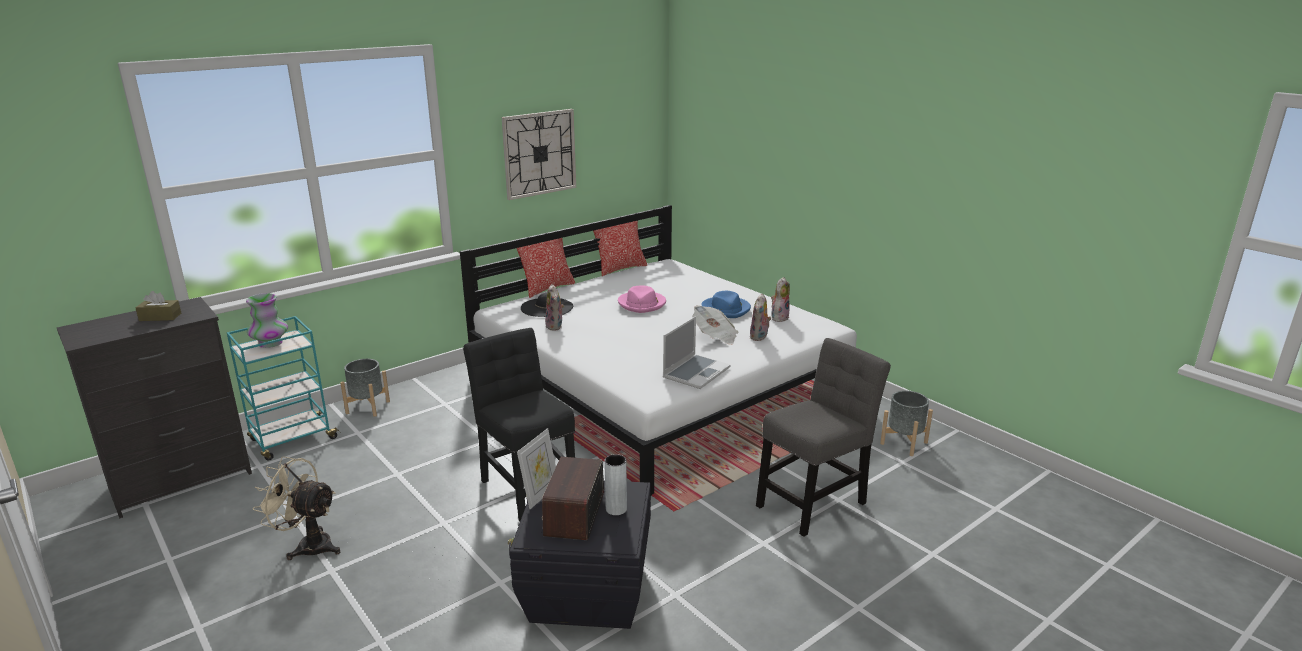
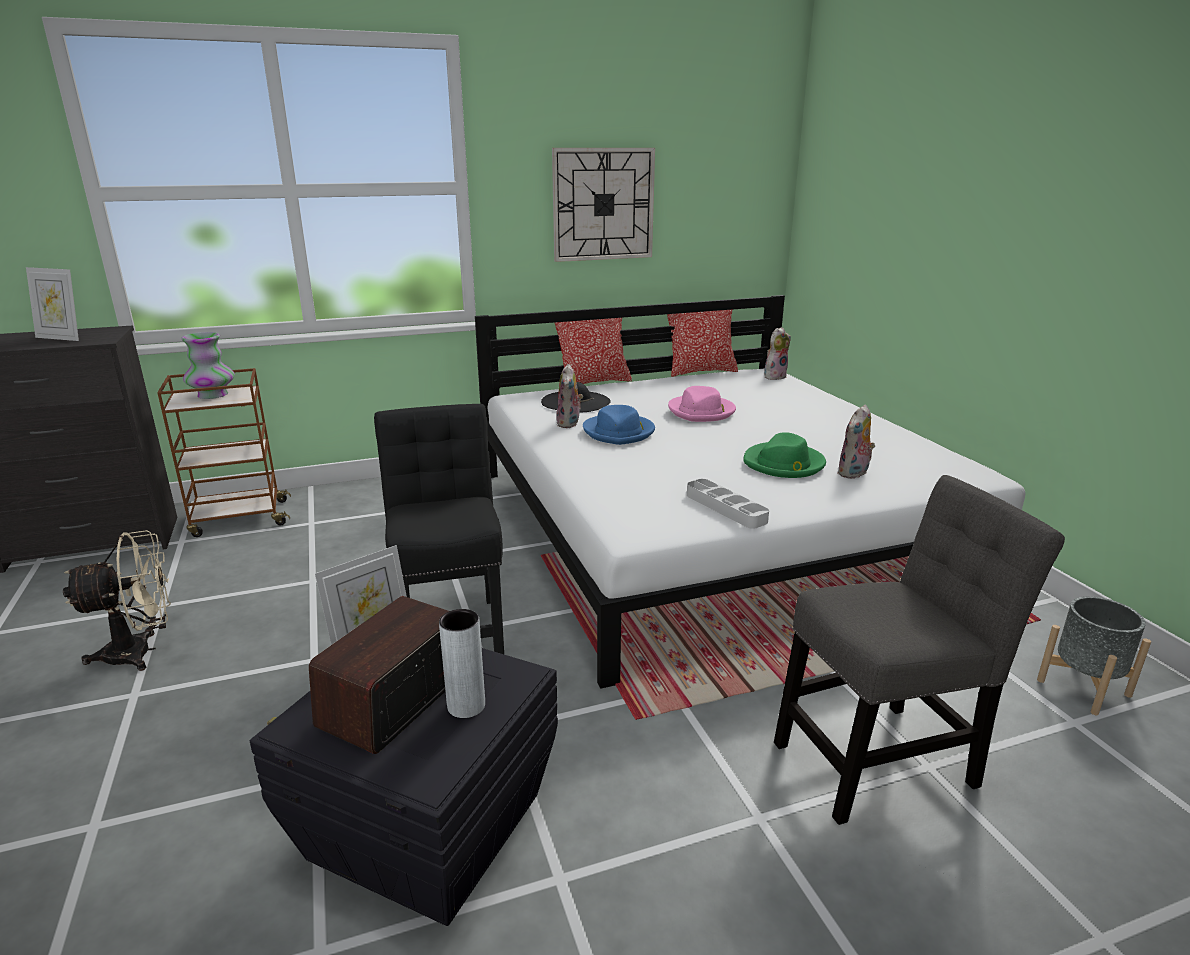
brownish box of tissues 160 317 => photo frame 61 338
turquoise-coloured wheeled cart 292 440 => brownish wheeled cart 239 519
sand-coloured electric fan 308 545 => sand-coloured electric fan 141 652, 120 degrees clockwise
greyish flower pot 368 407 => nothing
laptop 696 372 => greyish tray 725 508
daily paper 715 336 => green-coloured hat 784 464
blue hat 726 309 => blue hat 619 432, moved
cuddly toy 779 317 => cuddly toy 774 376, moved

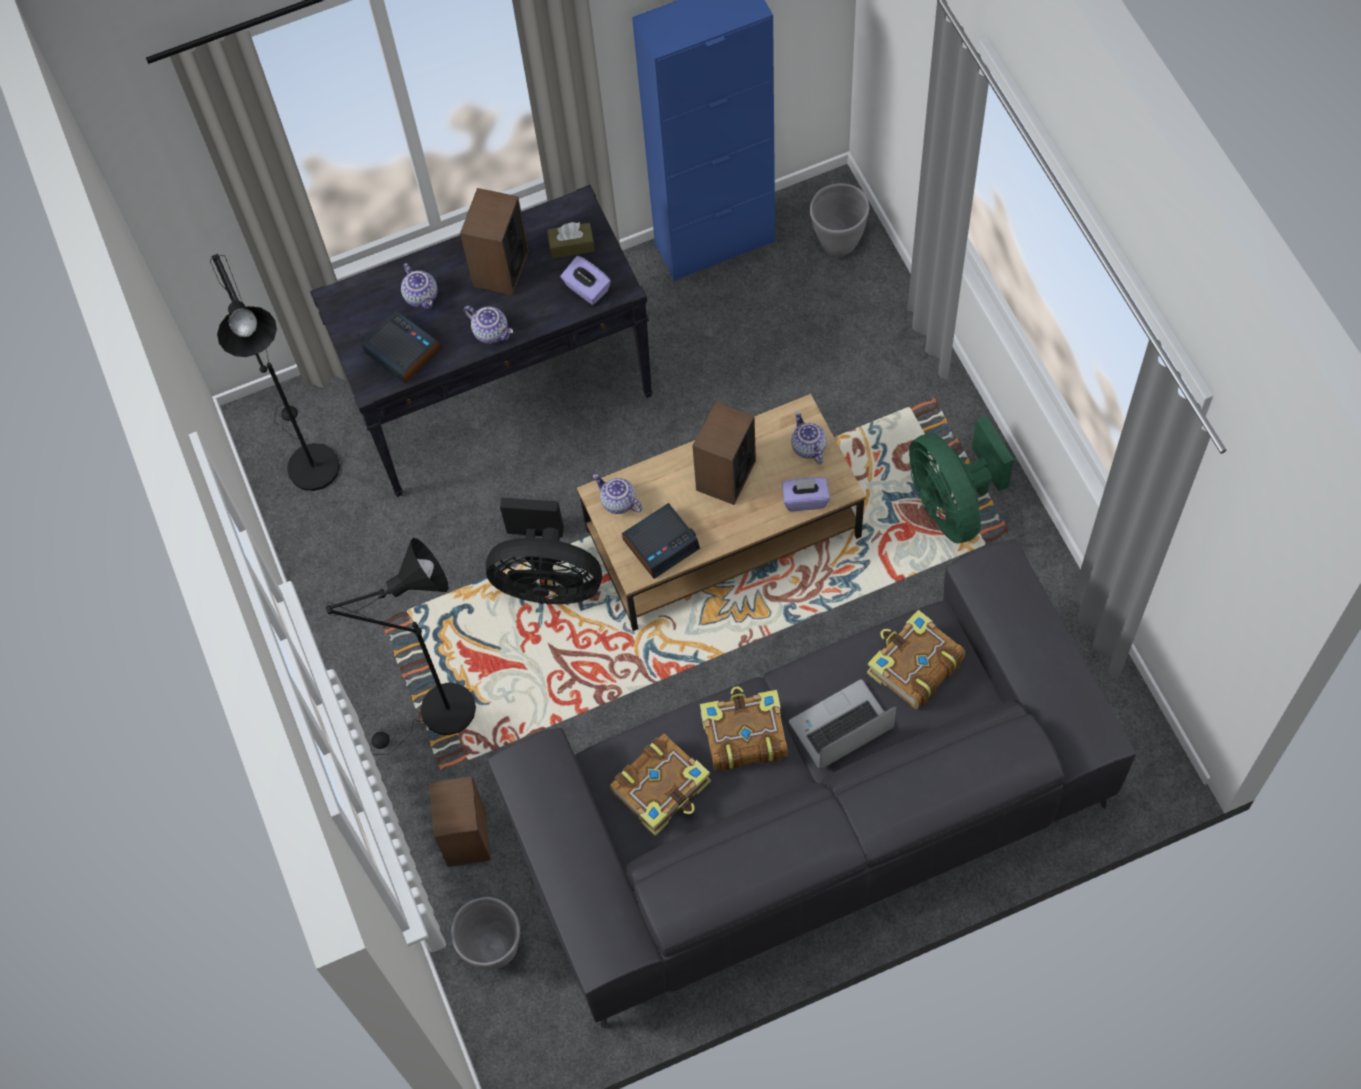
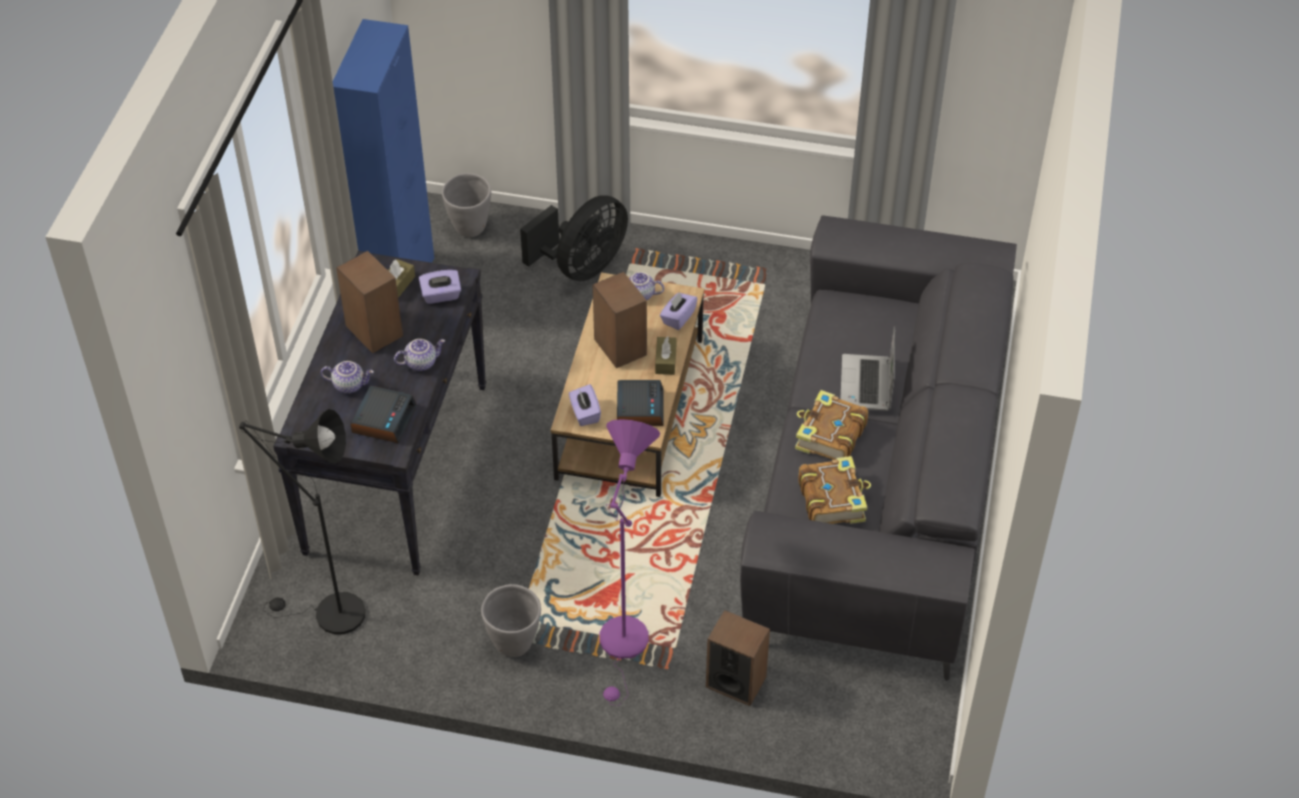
blackish standing lamp 438 716 => purple-coloured standing lamp 624 647
bedside clock 402 351 => bedside clock 383 419, 120 degrees clockwise
greyish flower pot 494 950 => greyish flower pot 514 644, moved
blackish electric fan 547 581 => blackish electric fan 582 267, moved
tea pot 618 502 => purple-coloured box of tissues 584 413
volume 913 666 => nothing
green-coloured electric fan 951 504 => nothing
nothing => brownish box of tissues 665 361

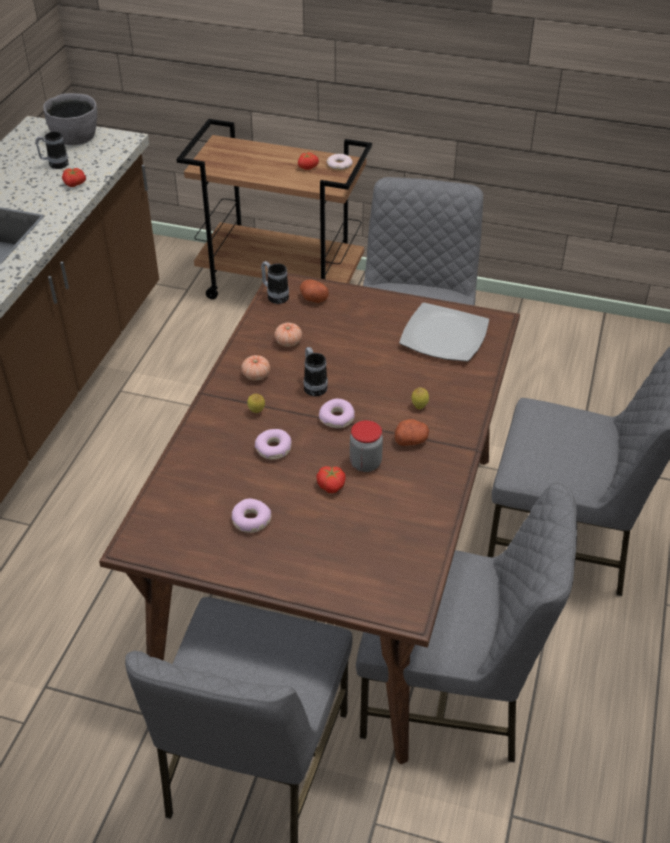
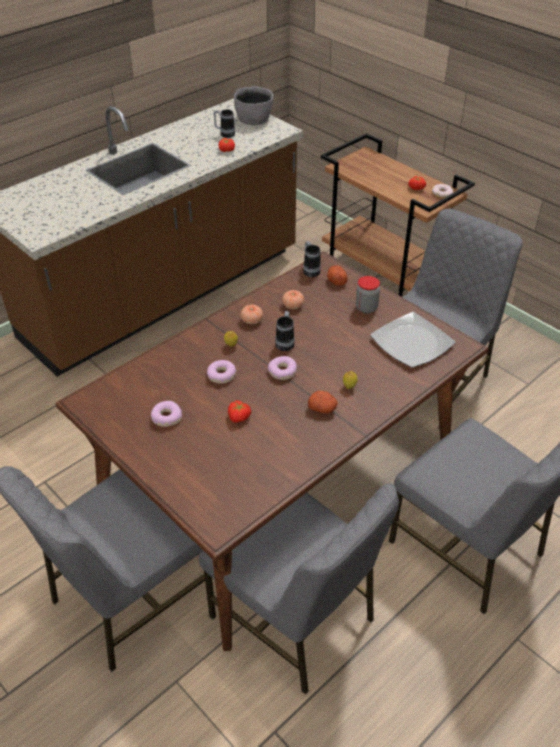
storage jar 365 463 => storage jar 366 308, moved

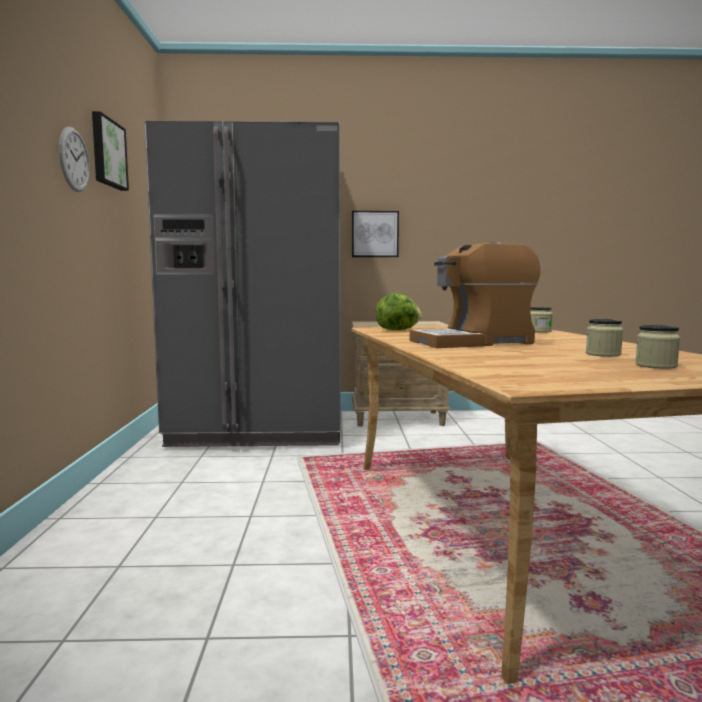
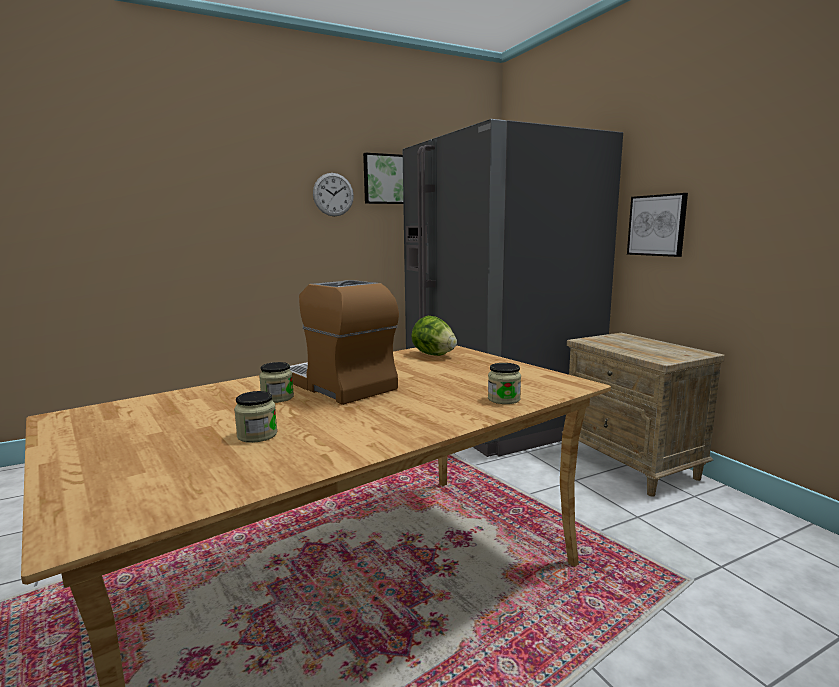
storage jar 656 366 => storage jar 277 398, moved

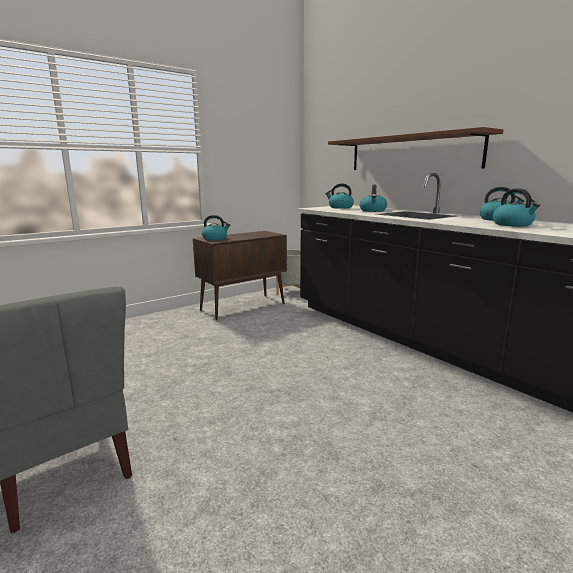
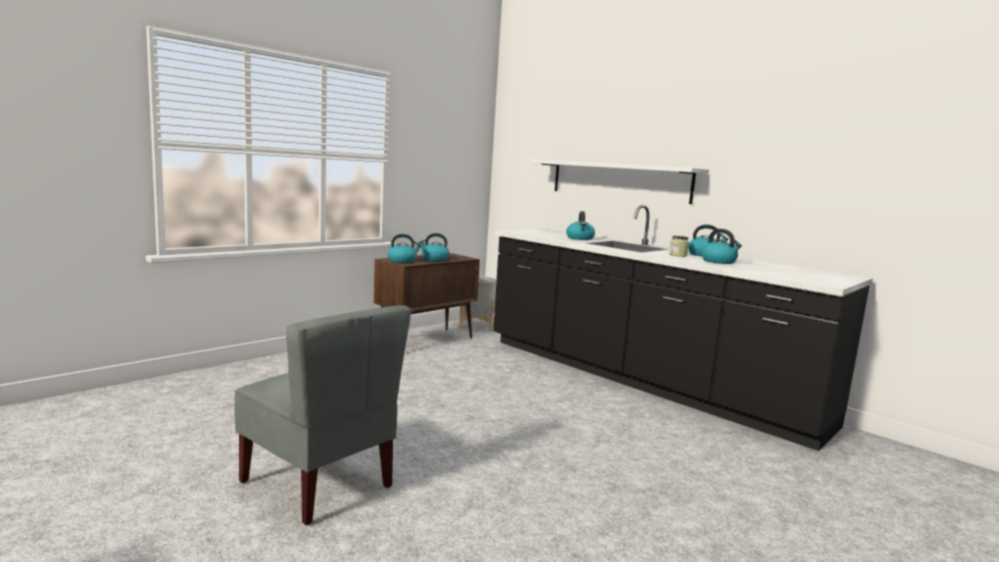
tea kettle 340 207 => tea kettle 434 259, moved
brownish wall shelf 411 153 => white wall shelf 619 181
nothing => storage jar 678 255

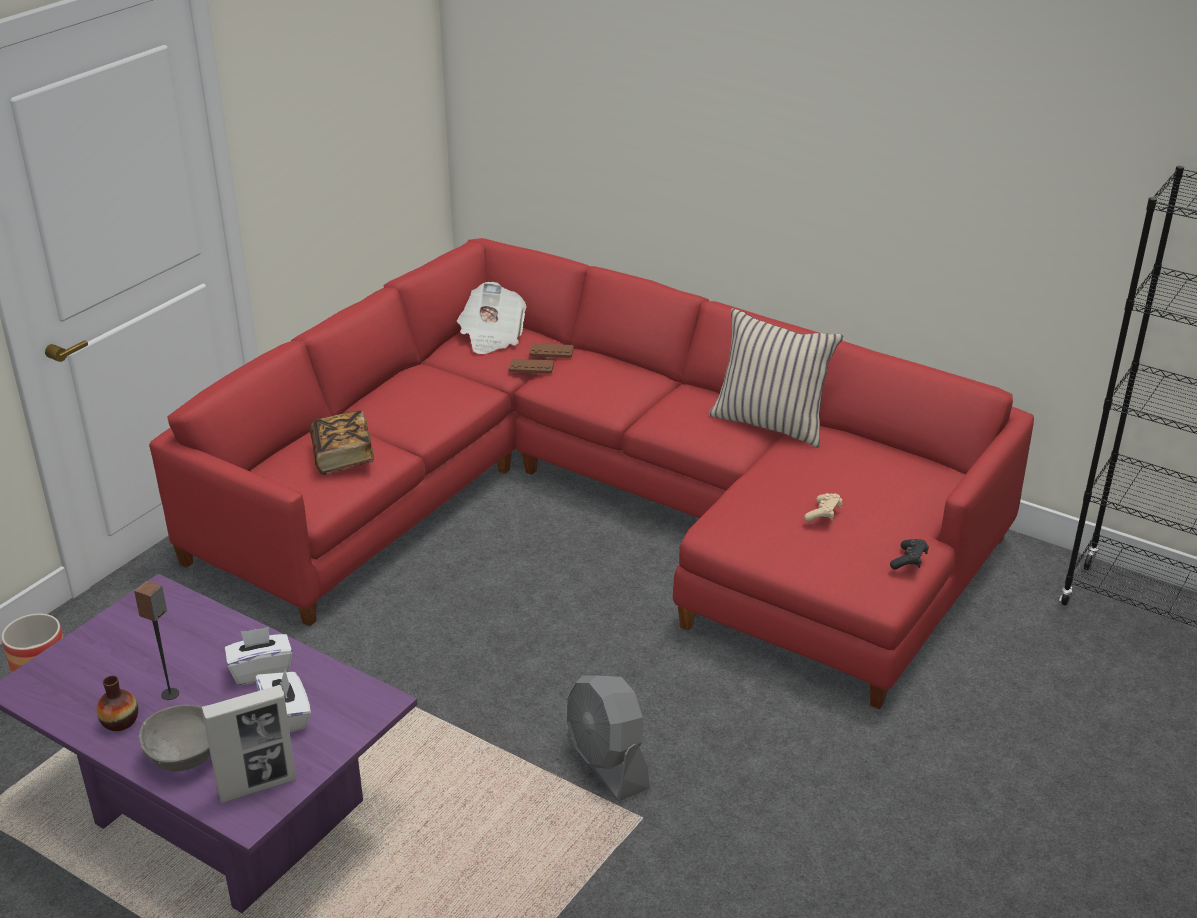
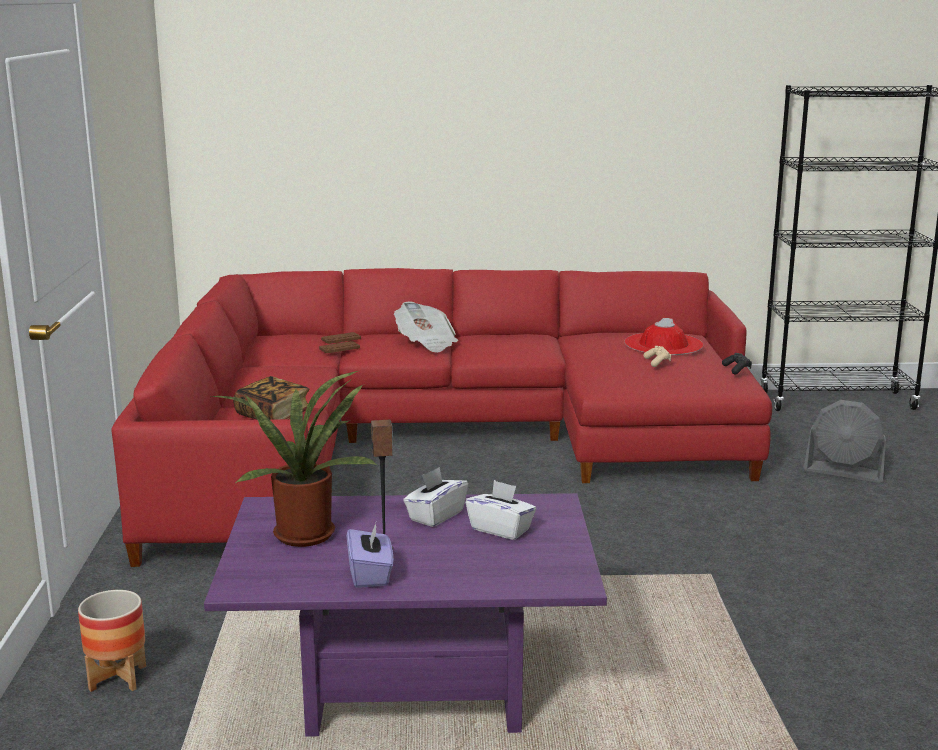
flower vase 120 721 => purple-coloured box of tissues 370 575
greyish deep dish 184 757 => nothing
photo frame 257 786 => nothing
daily paper 491 336 => daily paper 426 344, moved
greyish electric fan 607 763 => greyish electric fan 844 472, moved
sand-coloured throw pillow 771 423 => nothing
nothing => plant in a pot 305 532
nothing => red-coloured hat 663 344

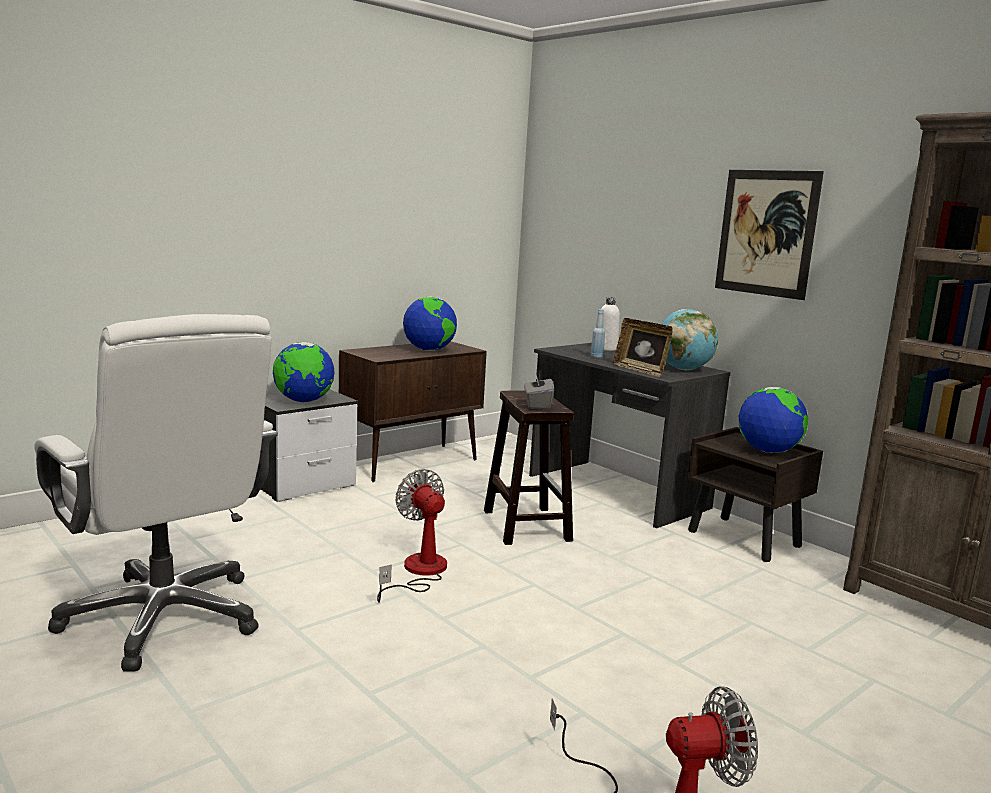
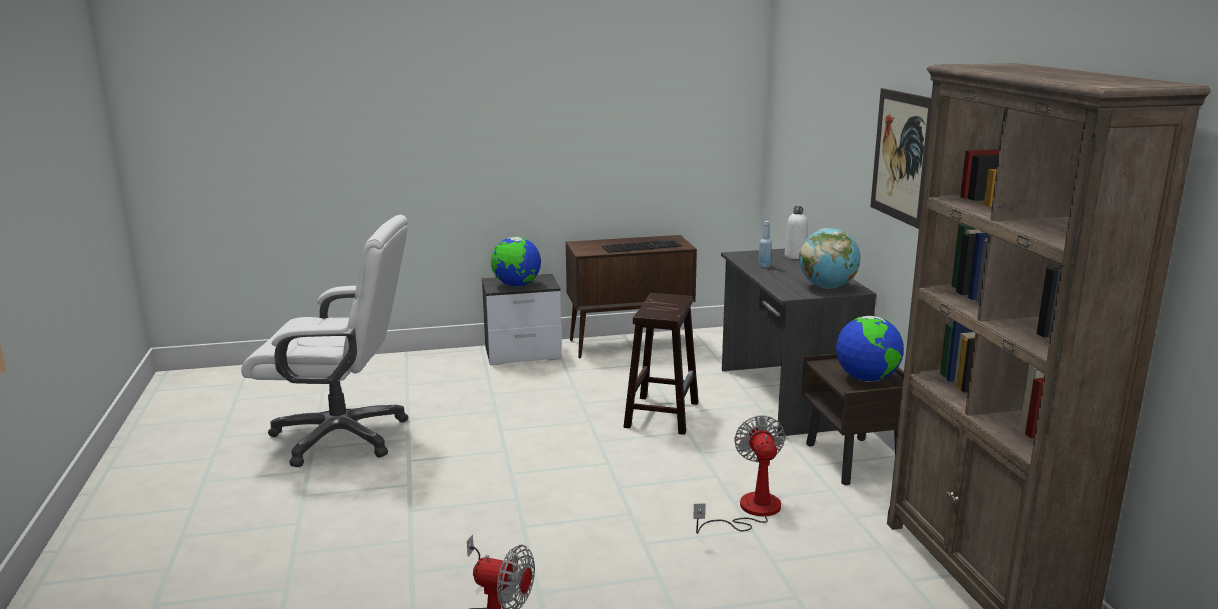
white computer chair 164 617 => white computer chair 341 436, 75 degrees counterclockwise
electric fan 418 572 => electric fan 749 511, moved
globe 429 350 => keyboard 642 246
greyish box of tissues 537 405 => nothing
photo frame 640 370 => nothing

